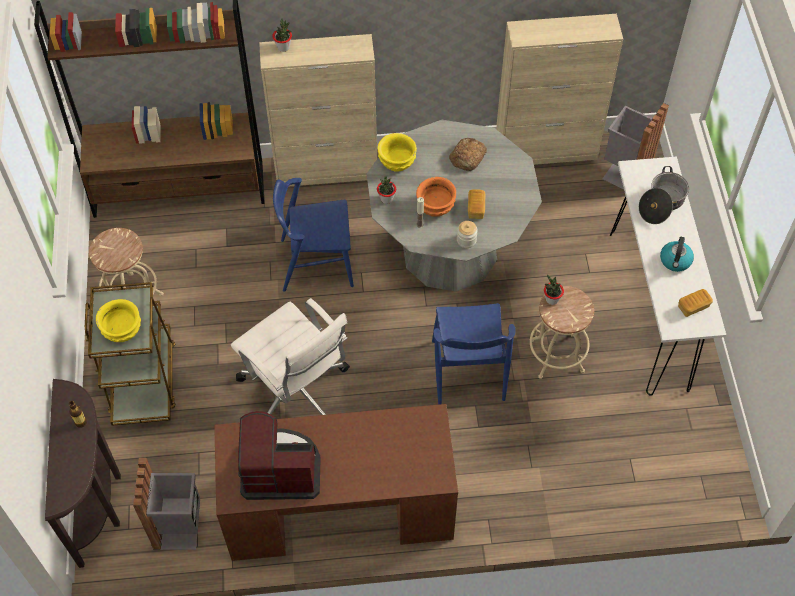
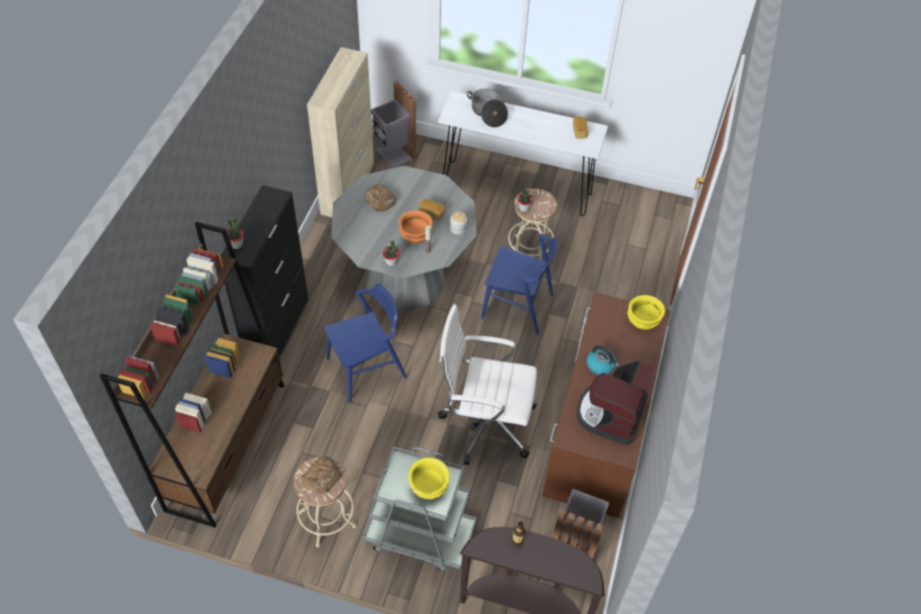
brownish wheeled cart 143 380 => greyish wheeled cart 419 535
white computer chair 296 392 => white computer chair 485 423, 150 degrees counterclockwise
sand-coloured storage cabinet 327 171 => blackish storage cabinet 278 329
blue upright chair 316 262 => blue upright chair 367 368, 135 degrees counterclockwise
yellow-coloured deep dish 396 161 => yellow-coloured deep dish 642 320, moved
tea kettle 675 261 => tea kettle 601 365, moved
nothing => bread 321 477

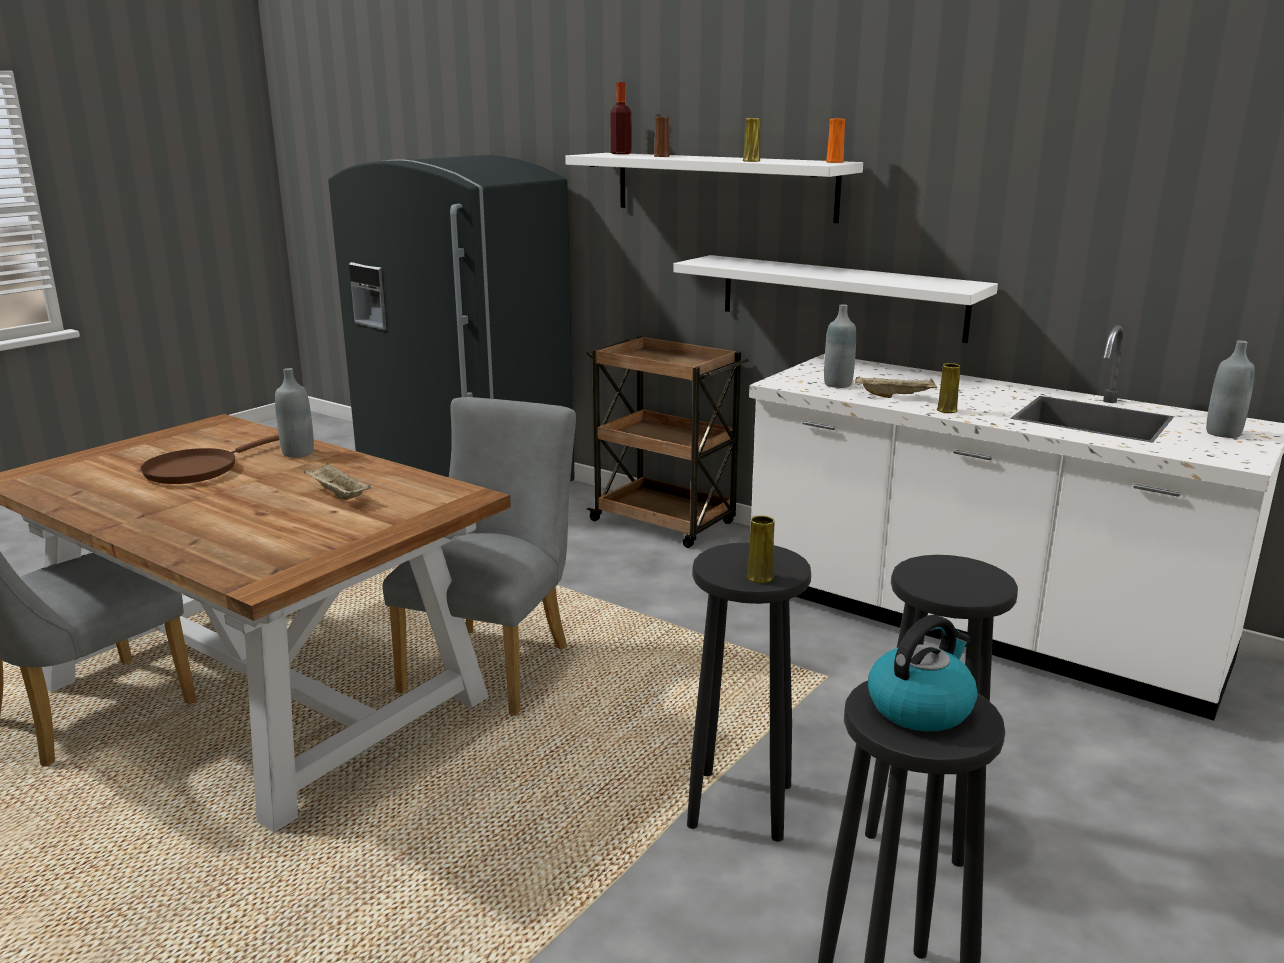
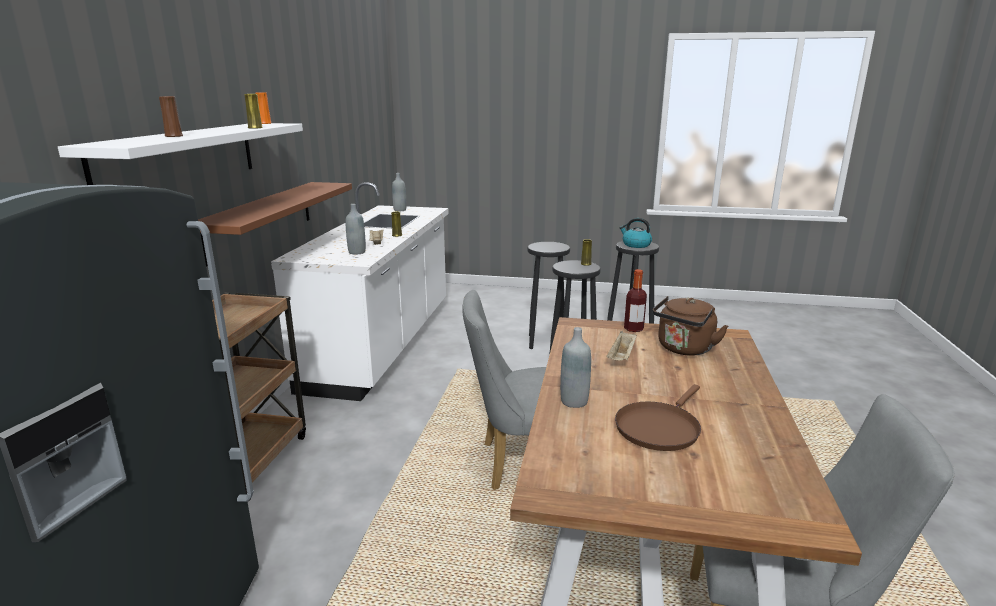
brownish skillet 196 470 => brownish skillet 658 428, 120 degrees clockwise
beverage bottle 621 153 => beverage bottle 633 329, moved
white wall shelf 840 297 => brownish wall shelf 261 220
nothing => brownish tea kettle 684 349

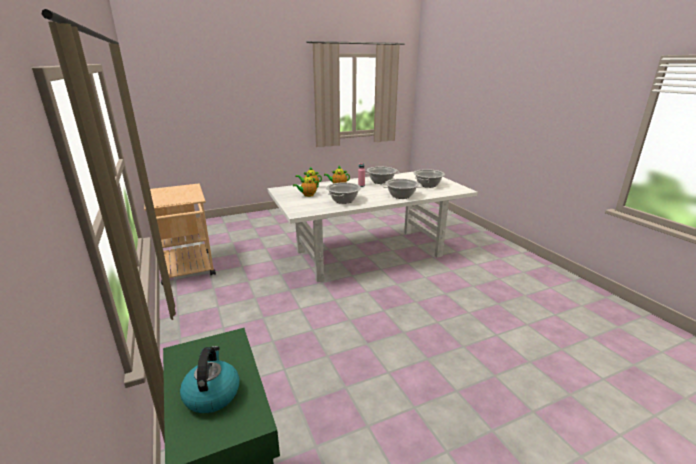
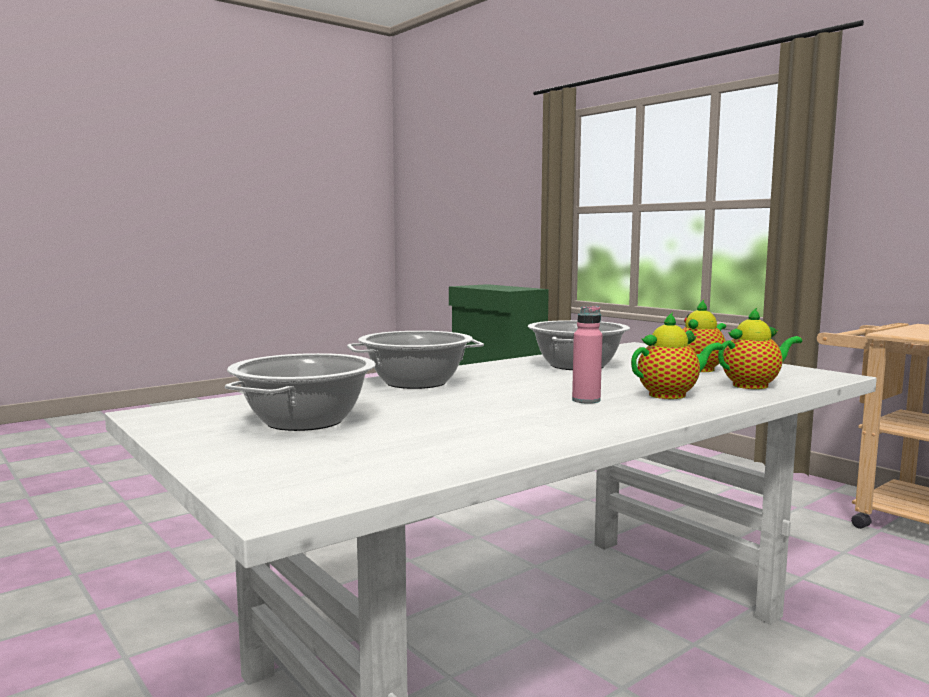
tea kettle 212 394 => nothing
cooking pot 381 182 => nothing

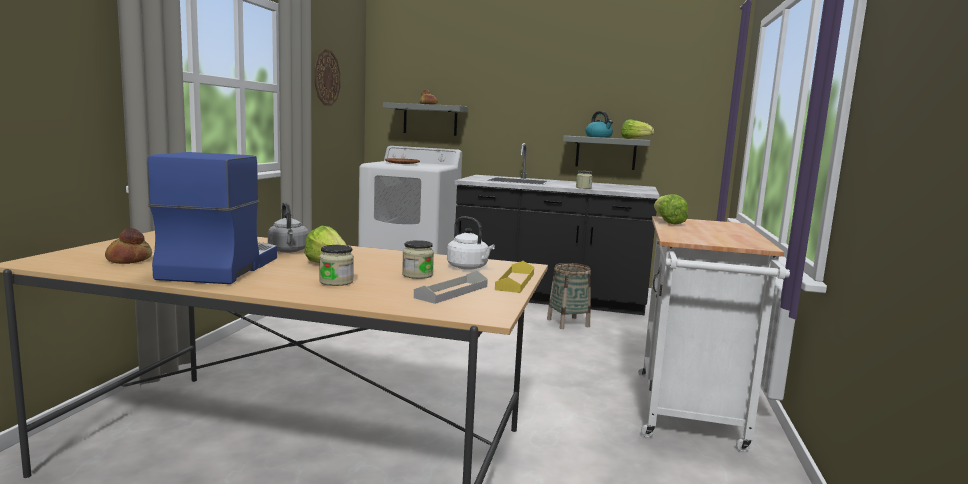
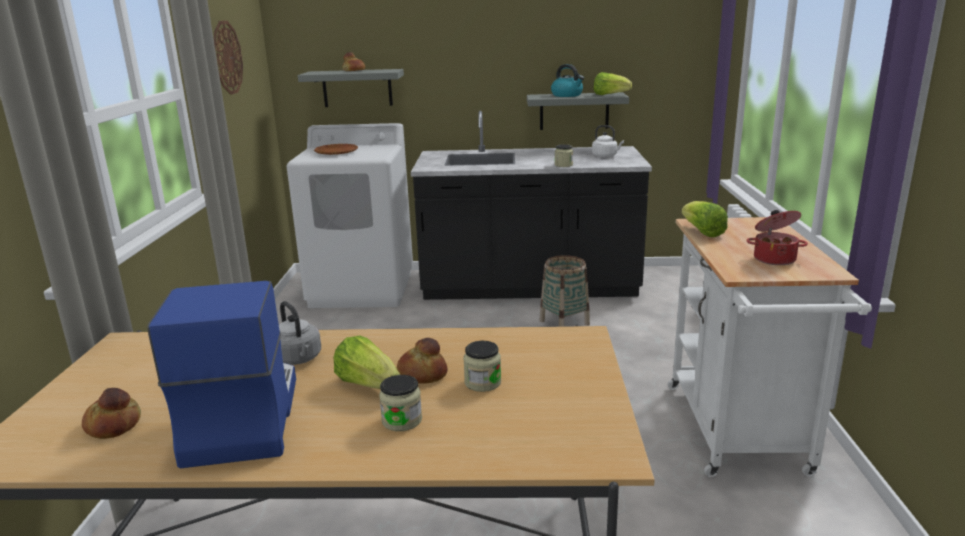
greyish tray 452 292 => nothing
white tea kettle 469 267 => white tea kettle 606 156, moved
yellow-coloured tray 515 281 => nothing
nothing => bread 422 374
nothing => cooking pot 774 259

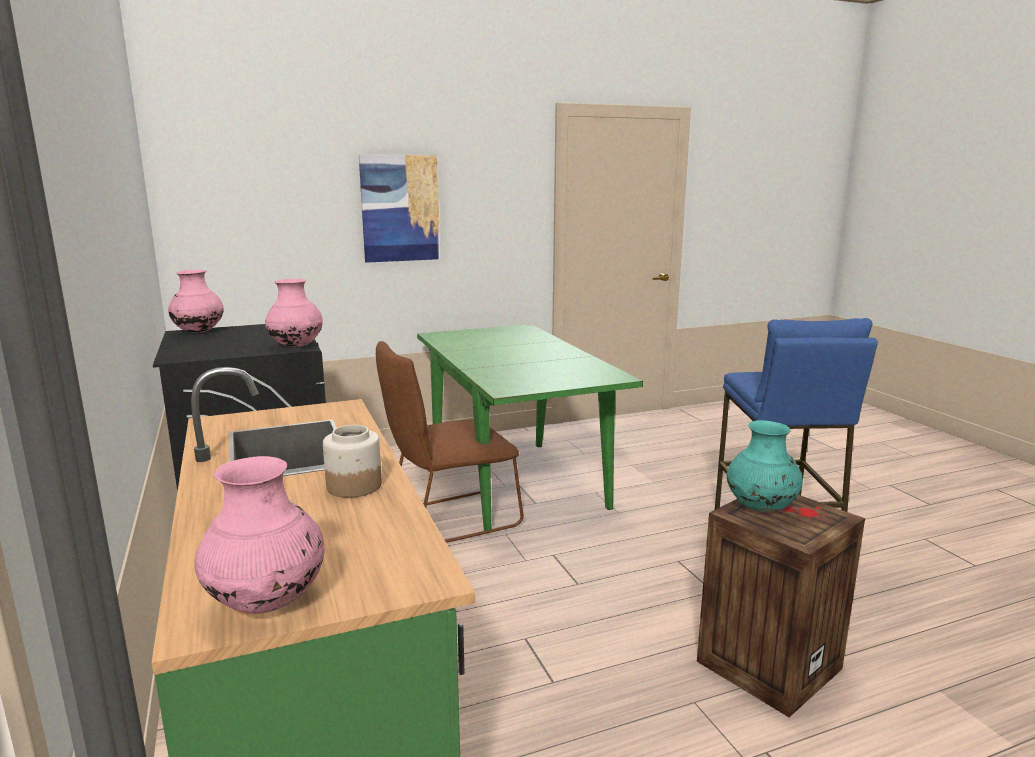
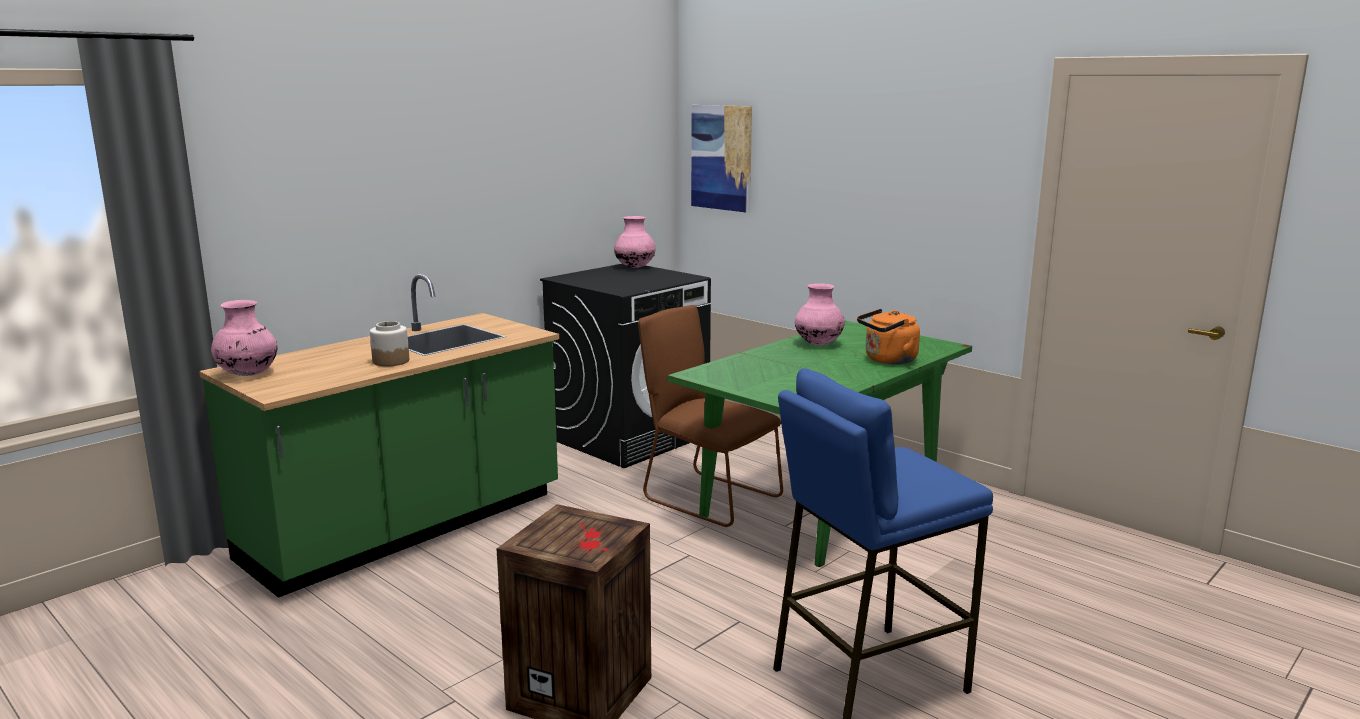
pink flower vase 296 346 => pink flower vase 818 344, moved
picture 400 208 => picture 721 157, moved
turquoise-coloured flower vase 761 508 => nothing
nothing => orange-coloured tea kettle 888 360

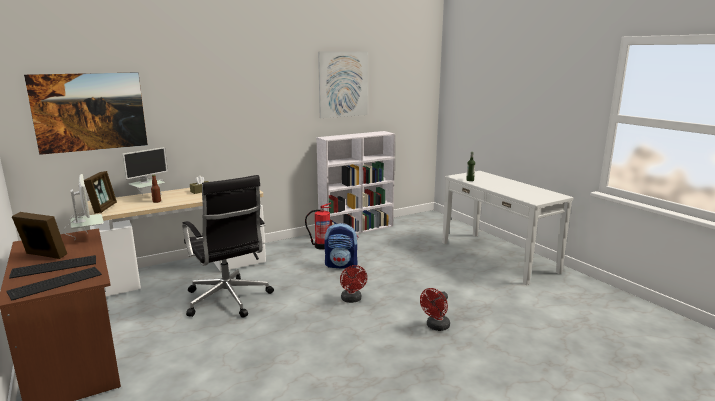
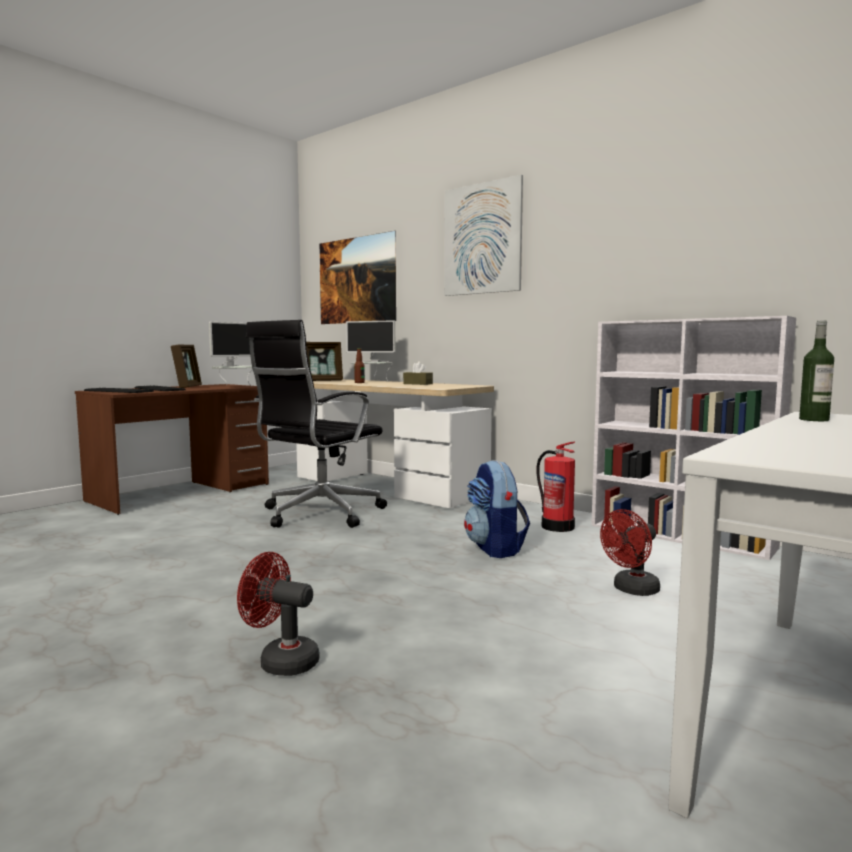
picture 343 84 => picture 482 239, moved
red-coloured electric fan 352 300 => red-coloured electric fan 631 590, moved

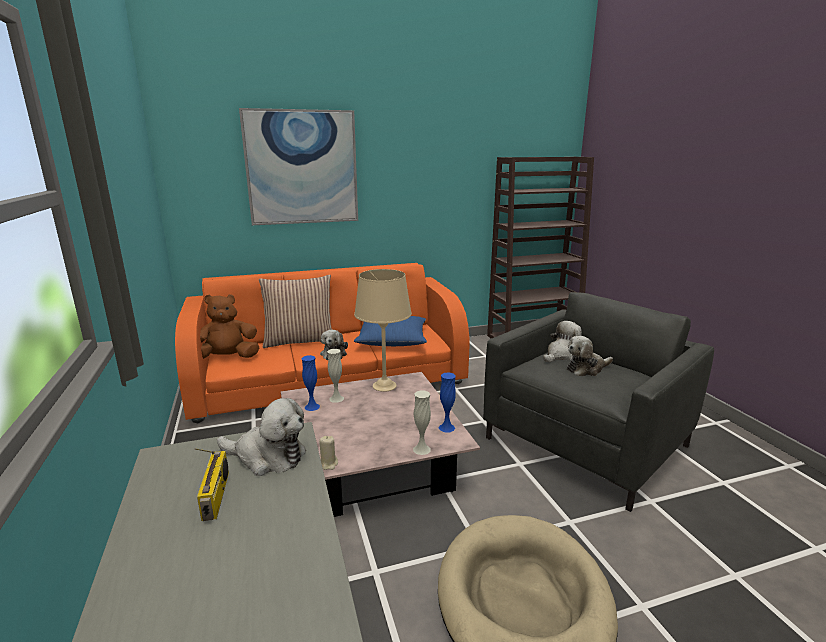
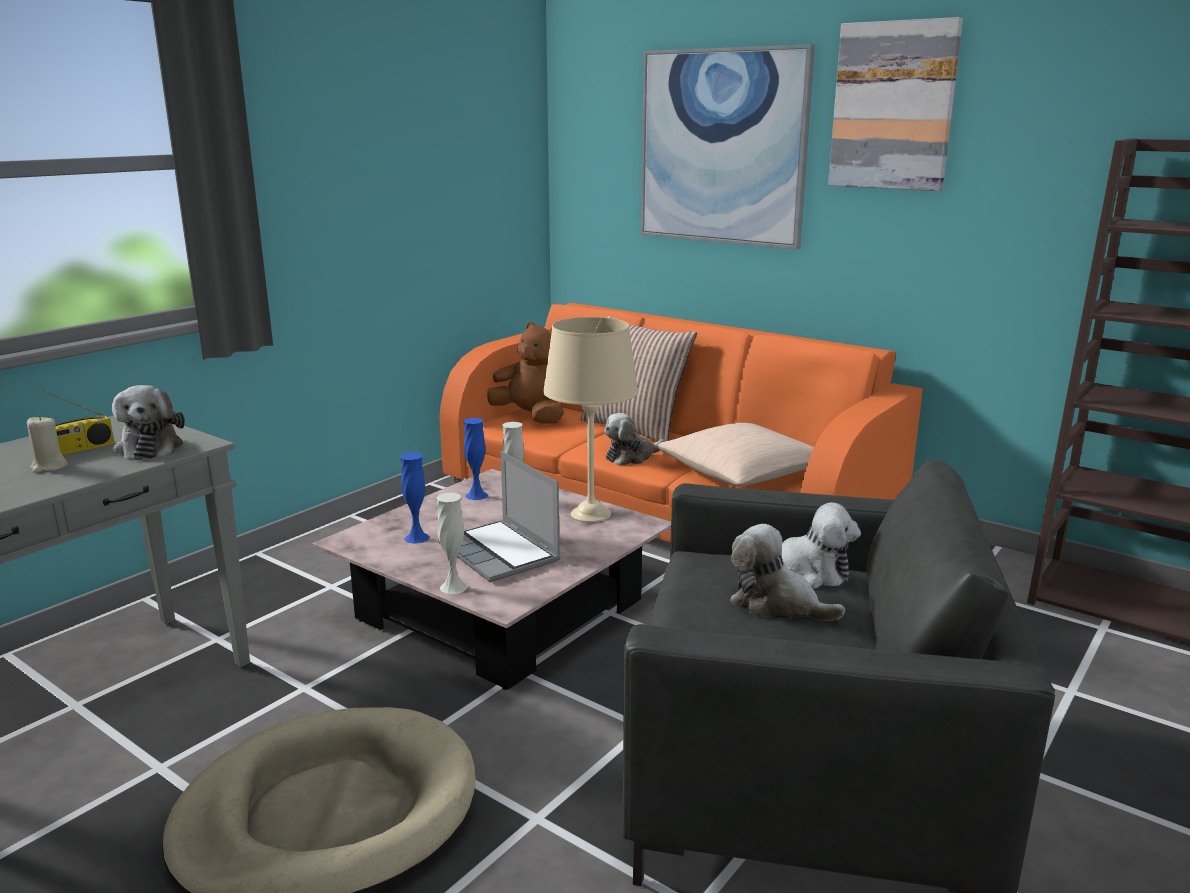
sand-coloured candle 328 464 => sand-coloured candle 49 467, moved
blue throw pillow 392 340 => sand-coloured throw pillow 742 473
blue flower vase 446 427 => blue flower vase 417 538, moved
nothing => laptop 501 553
nothing => picture 893 106

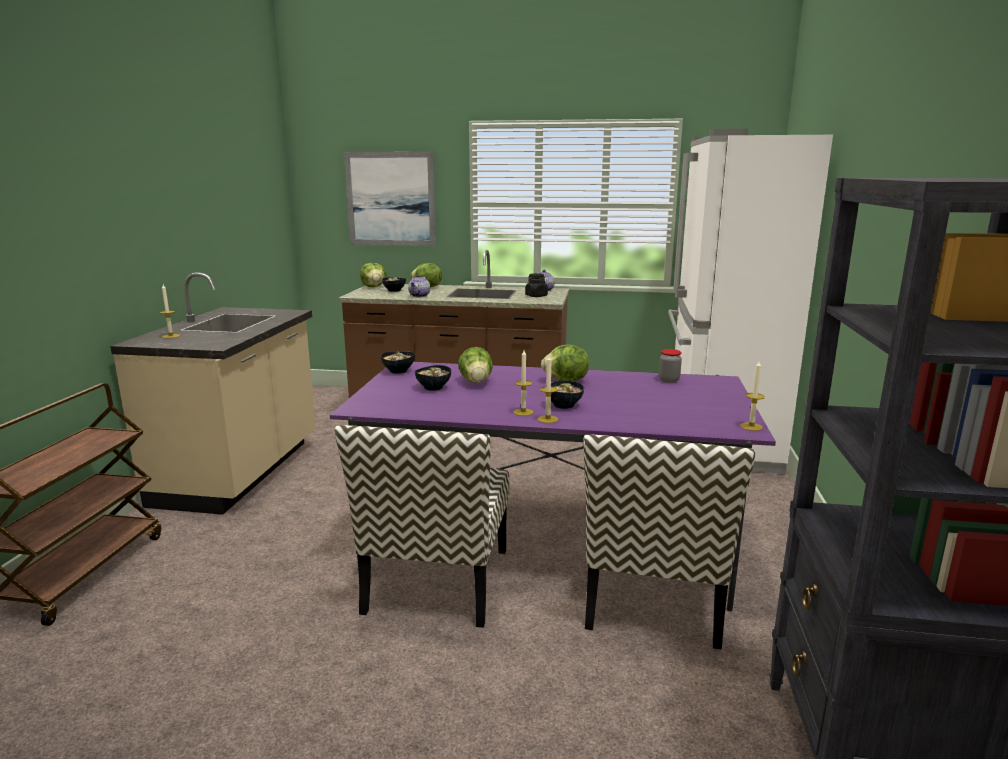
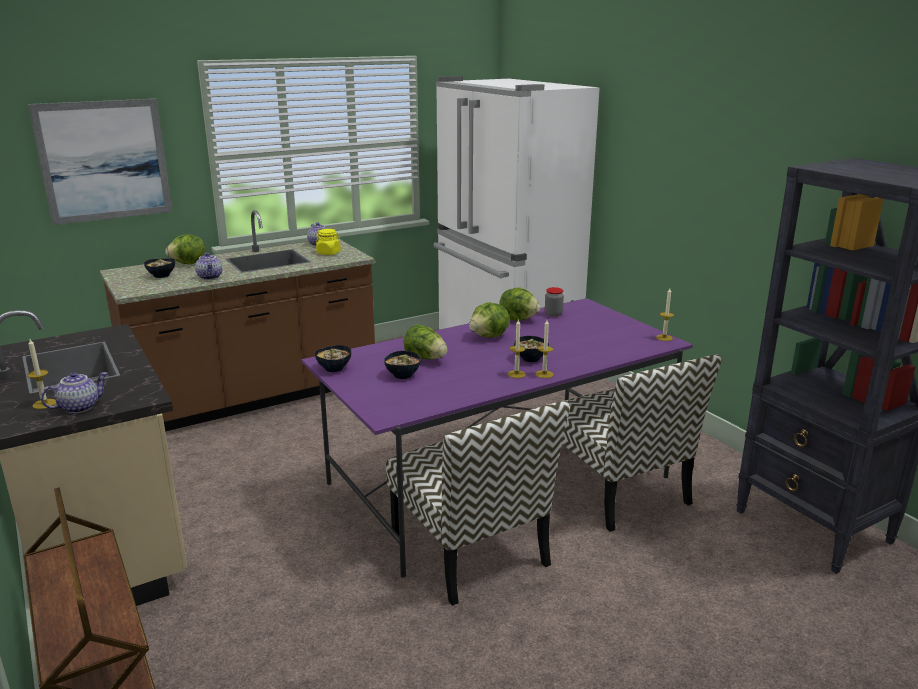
lettuce 374 287 => lettuce 518 319, moved
blackish storage jar 536 296 => yellow-coloured storage jar 329 253
nothing => tea pot 79 407

